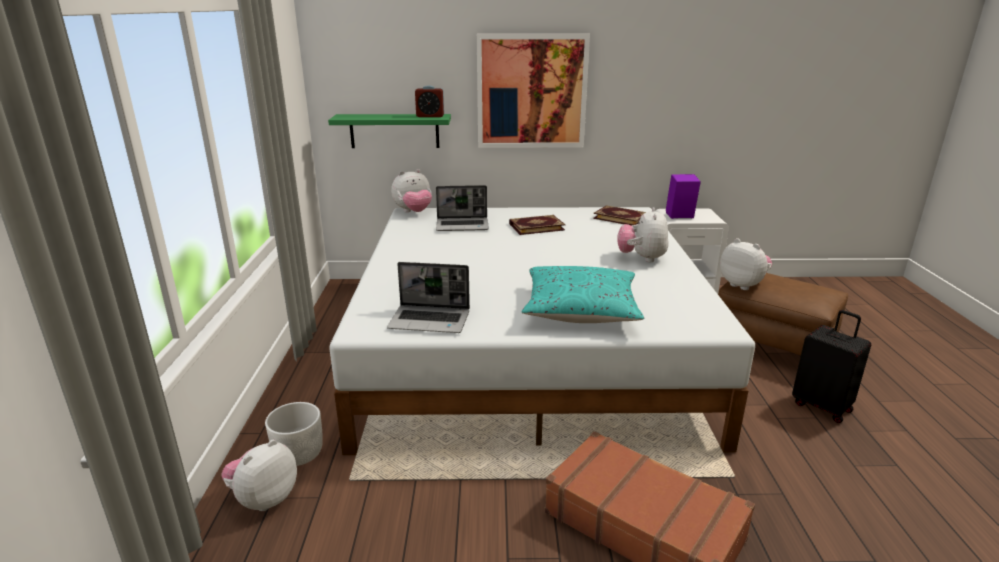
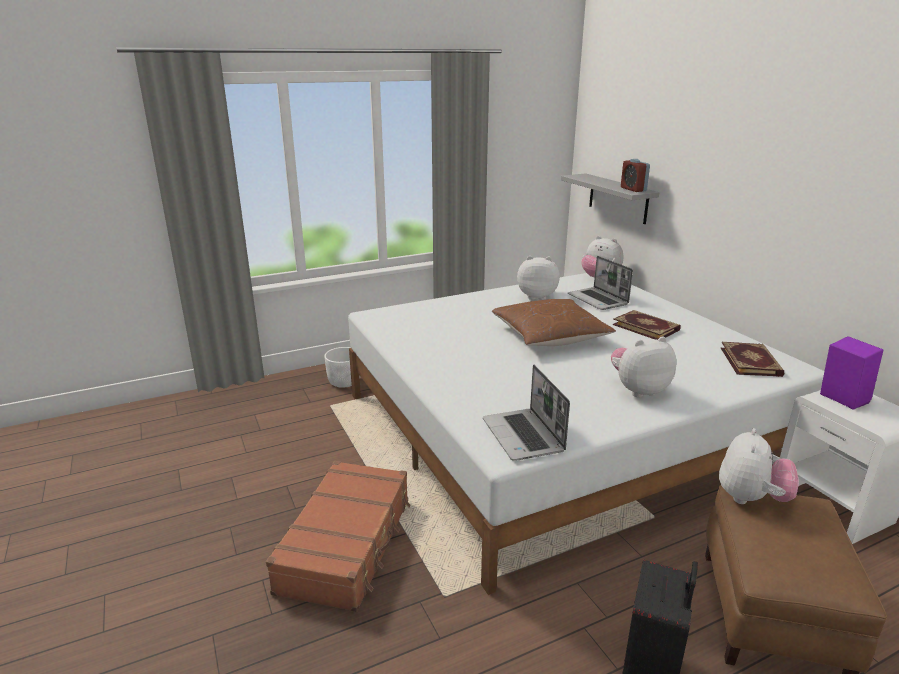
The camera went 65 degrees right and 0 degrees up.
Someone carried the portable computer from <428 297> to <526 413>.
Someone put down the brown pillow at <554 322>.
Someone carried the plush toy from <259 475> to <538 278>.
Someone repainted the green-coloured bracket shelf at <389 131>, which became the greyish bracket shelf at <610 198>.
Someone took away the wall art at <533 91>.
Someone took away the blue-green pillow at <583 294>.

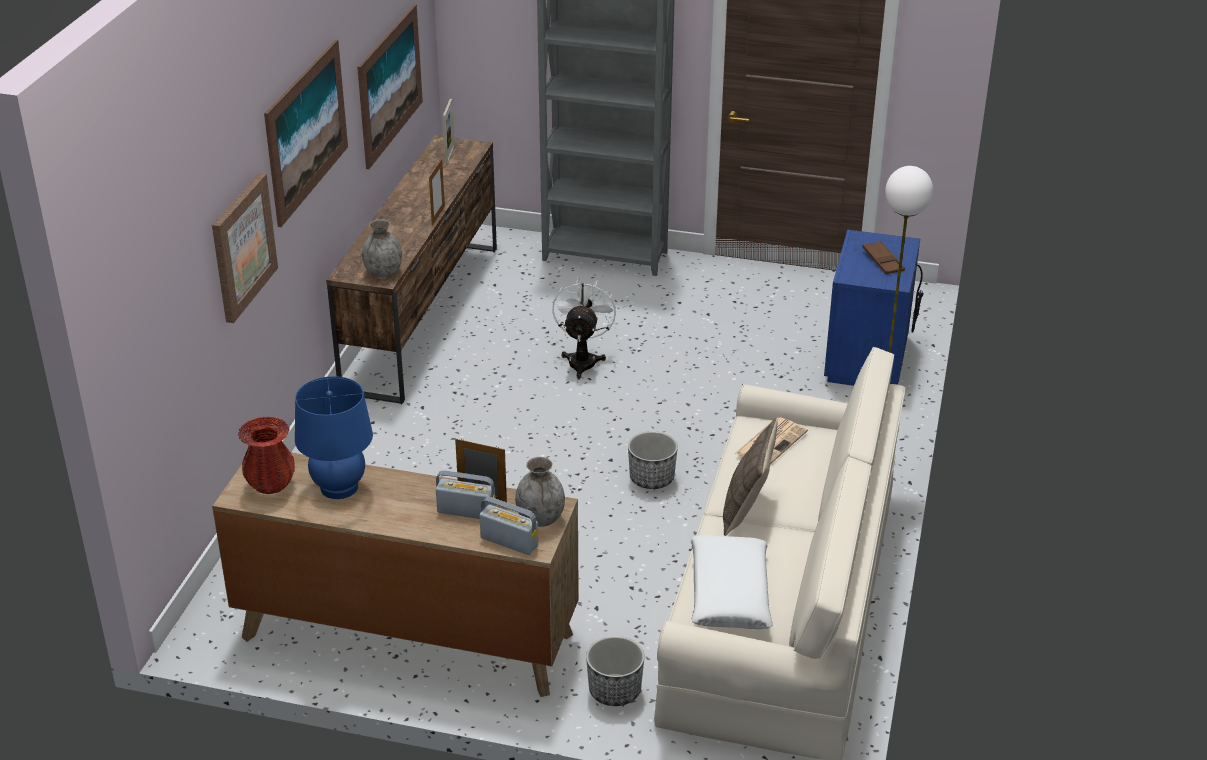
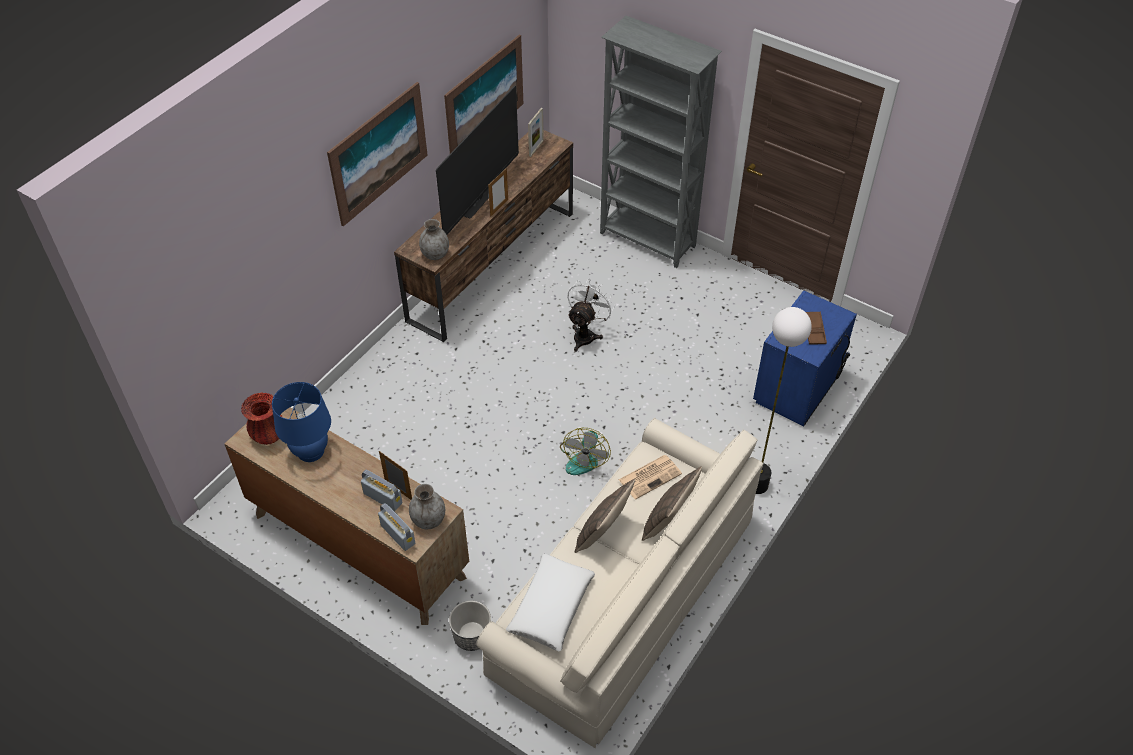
The camera went 20 degrees right and 15 degrees up.
Someone put down the TV at <477 160>.
Someone swapped the planter at <653 460> for the cooling fan at <585 451>.
Someone put down the pillow at <672 503>.
Someone took away the wall art at <245 248>.

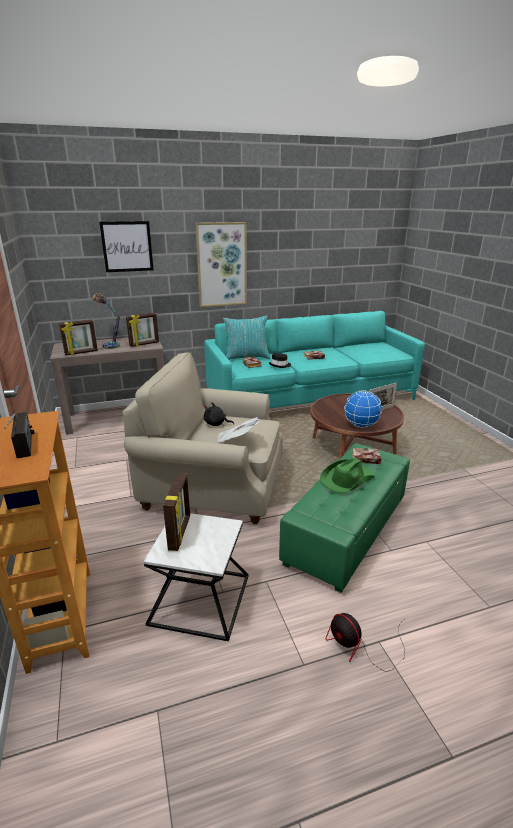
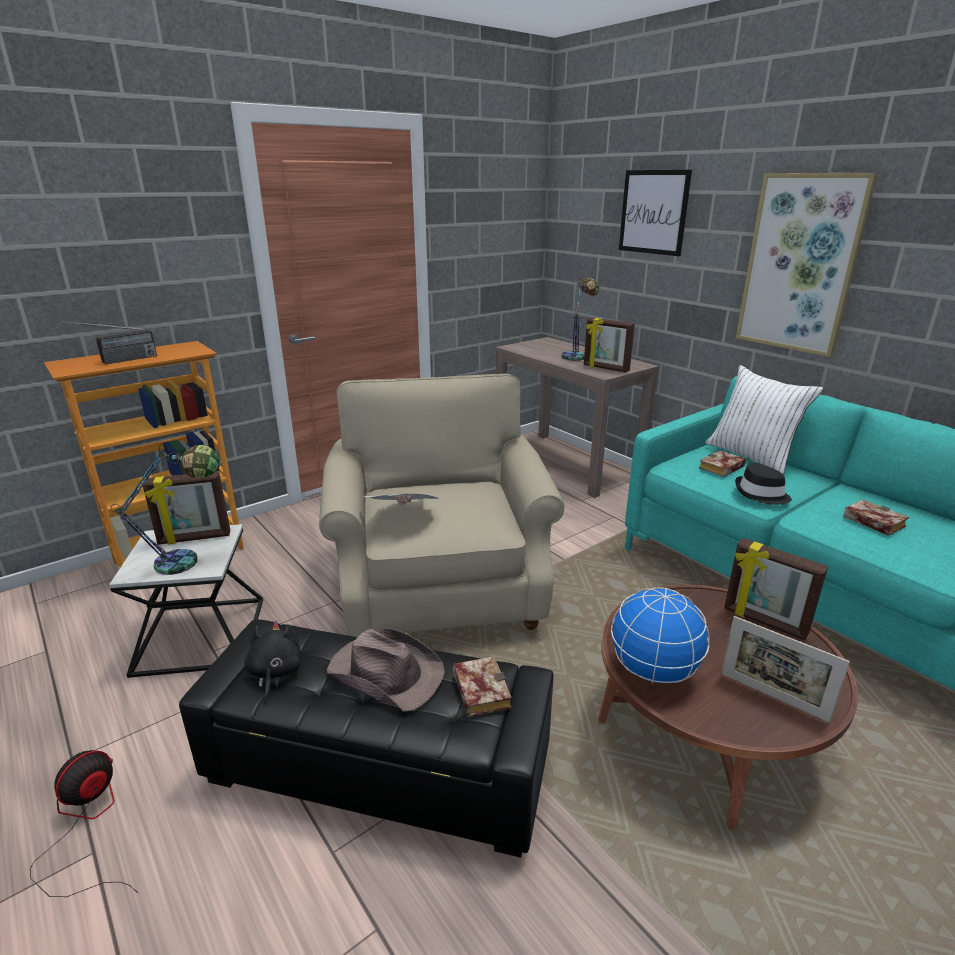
The camera went 70 degrees right and 0 degrees up.
Someone put down the lamp for a table at <165 510>.
Someone repainted the green-coloured footrest at <344 518>, which became the black-coloured footrest at <366 738>.
Someone carried the black-coloured plush toy from <219 414> to <272 660>.
Someone repainted the green-coloured hat at <347 475>, which became the brown hat at <385 670>.
Someone repainted the blue-green pillow at <246 337>, which became the white-coloured pillow at <764 420>.
Someone carried the picture frame from <78 337> to <776 589>.

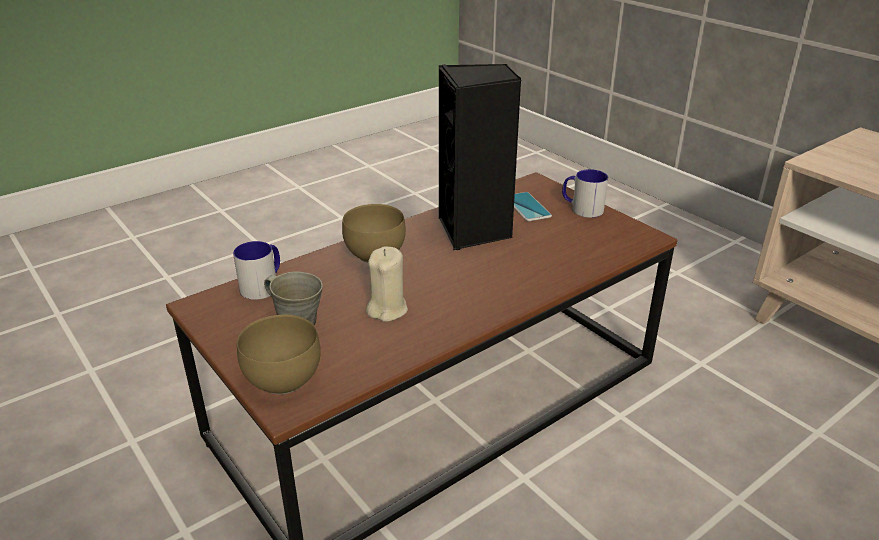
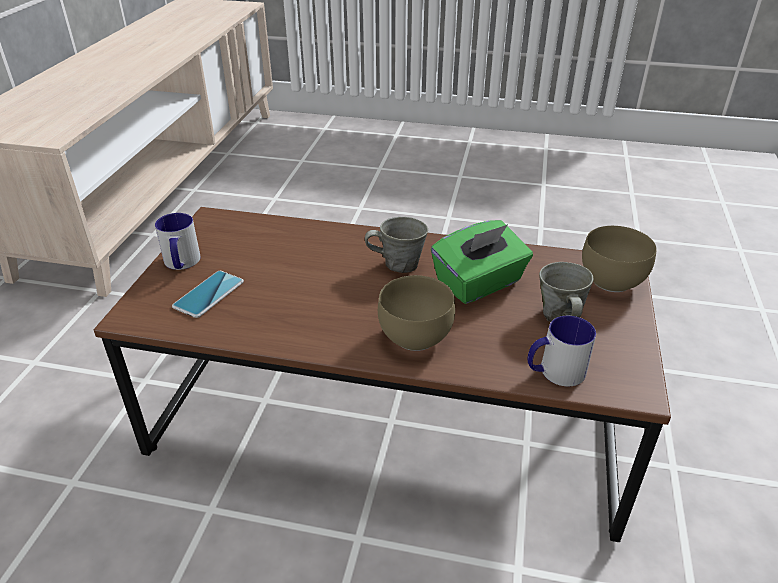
The camera went 130 degrees left and 5 degrees up.
Someone put down the greyish tea mug at <396 245>.
Someone swapped the beige wax light at <387 284> for the green-coloured tissue holder at <482 262>.
Someone took away the black-coloured audio speaker at <480 157>.

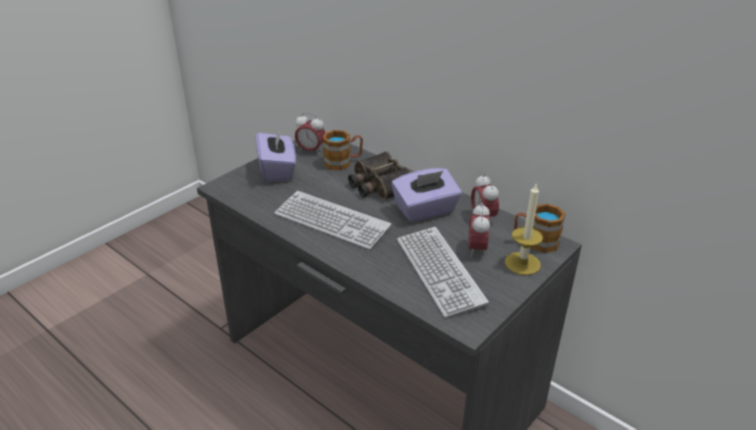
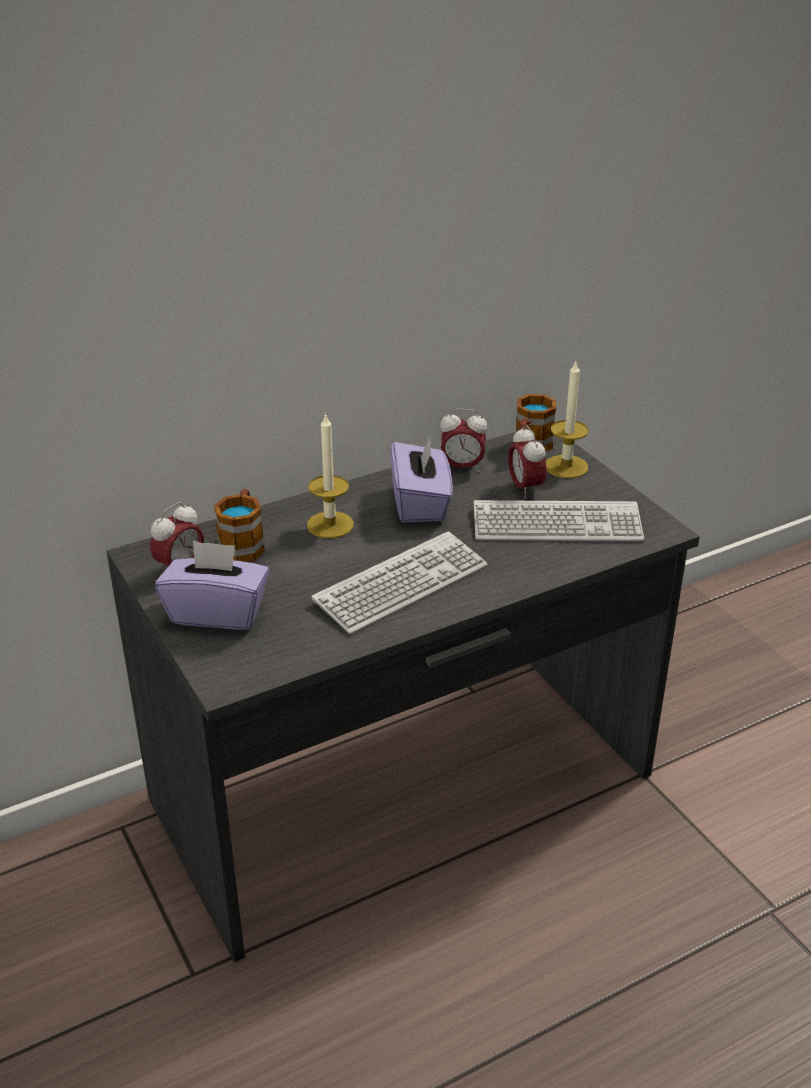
The camera went 70 degrees left and 0 degrees up.
Someone swapped the field glasses at <379 175> for the wax light at <330 475>.
Someone rotated the alarm clock at <479 230> by 45 degrees clockwise.

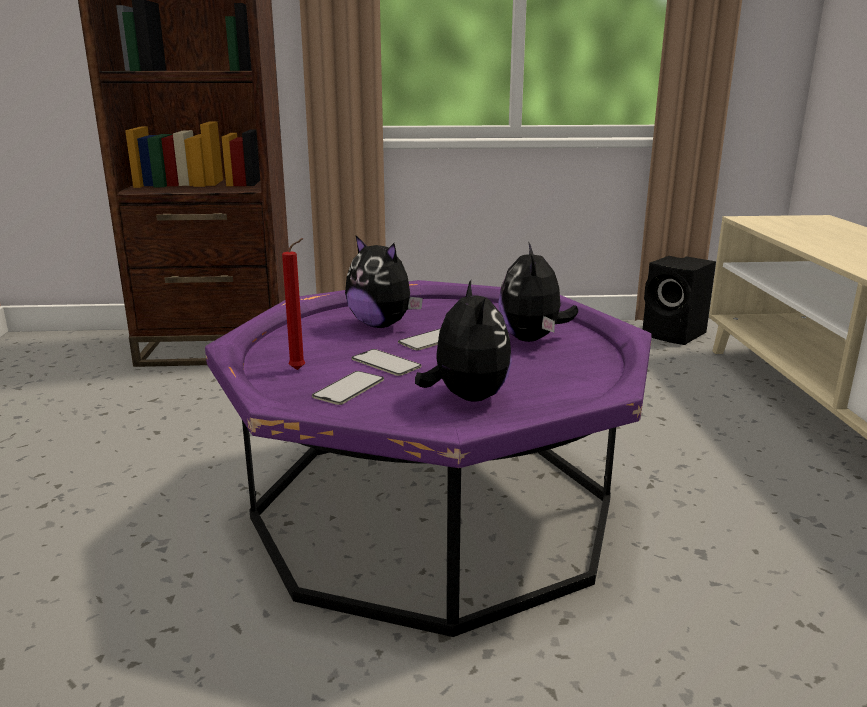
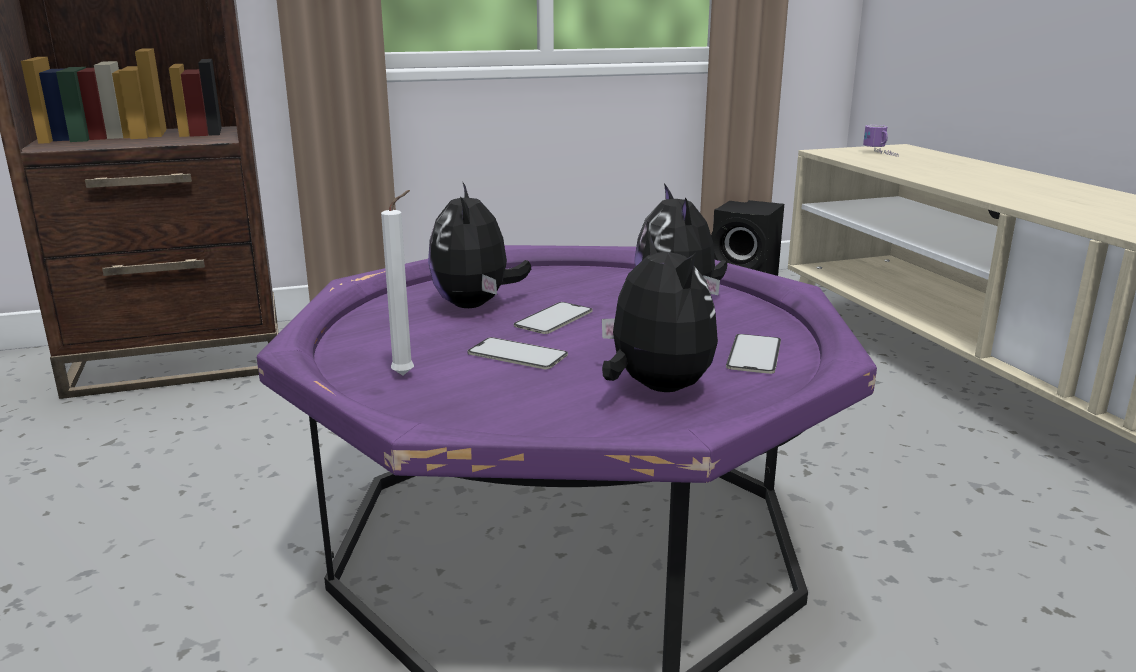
The camera went 15 degrees left and 0 degrees up.
Someone repainted the reddish wax light at <293 304>, which became the white-coloured wax light at <397 282>.
Someone rotated the plush toy at <384 282> by 60 degrees clockwise.
Someone carried the telephone from <348 388> to <753 354>.
Someone put down the tea mug at <881 141>.

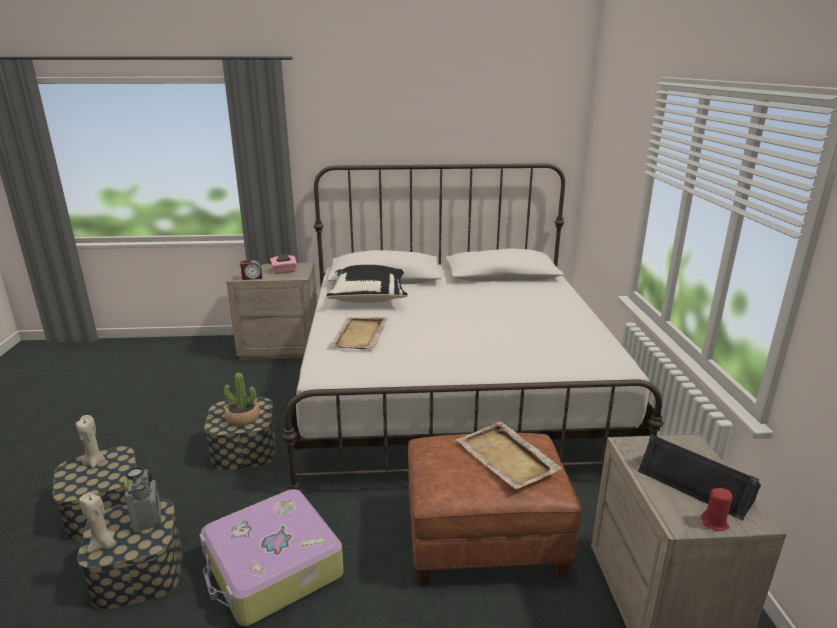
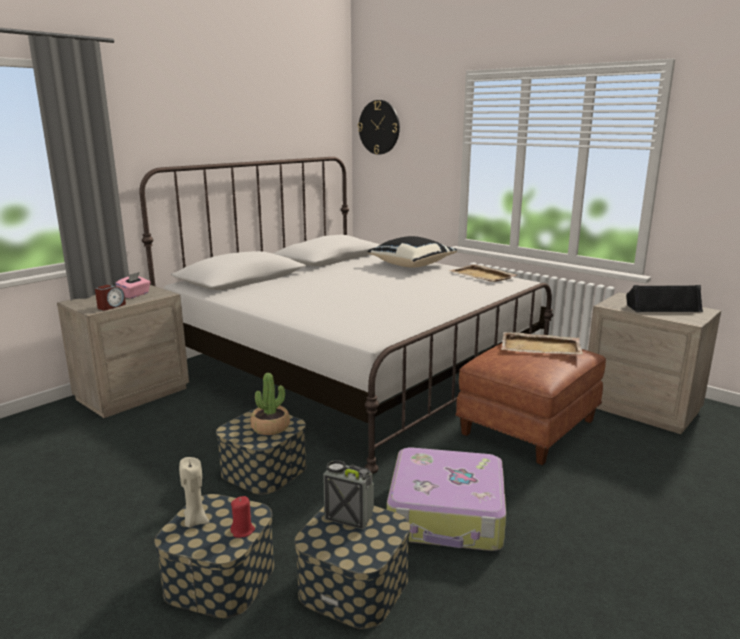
The camera went 45 degrees left and 5 degrees down.
Someone carried the reddish wax light from <716 509> to <243 517>.
Someone put up the hanging clock at <379 127>.
Someone carried the black-coloured pillow from <367 284> to <412 252>.
Someone carried the beige carrying tray from <358 333> to <483 273>.
Someone took away the beige wax light at <97 522>.

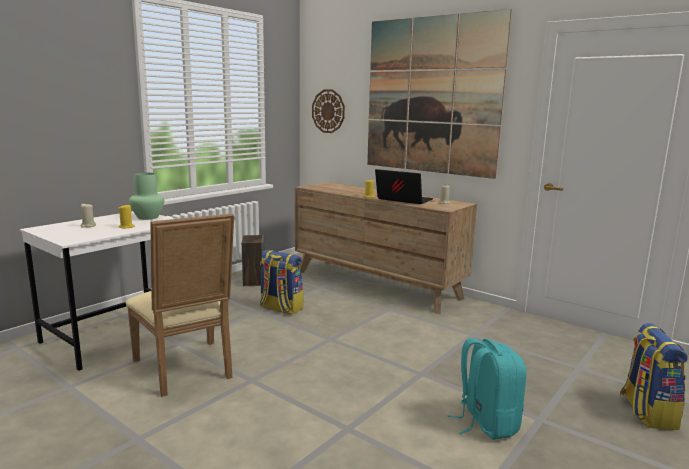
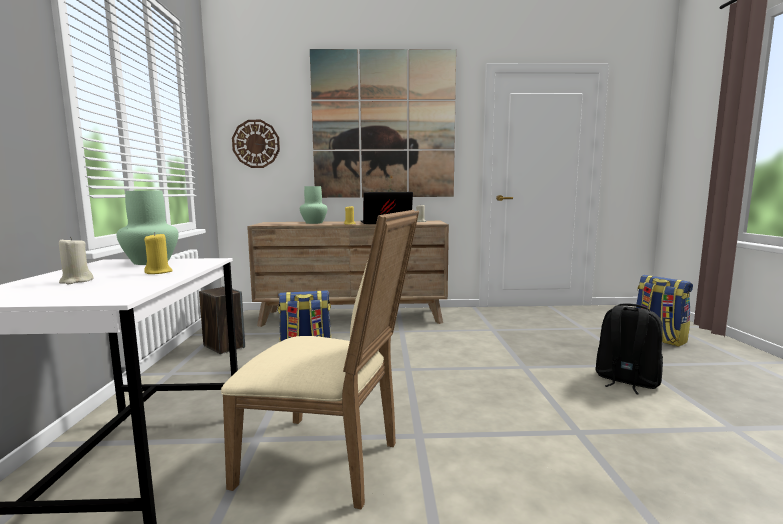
The camera went 40 degrees left and 5 degrees down.
Someone put down the green-coloured flower vase at <314 205>.
Someone repainted the blue-green knapsack at <487 389>, which became the black-coloured knapsack at <629 349>.

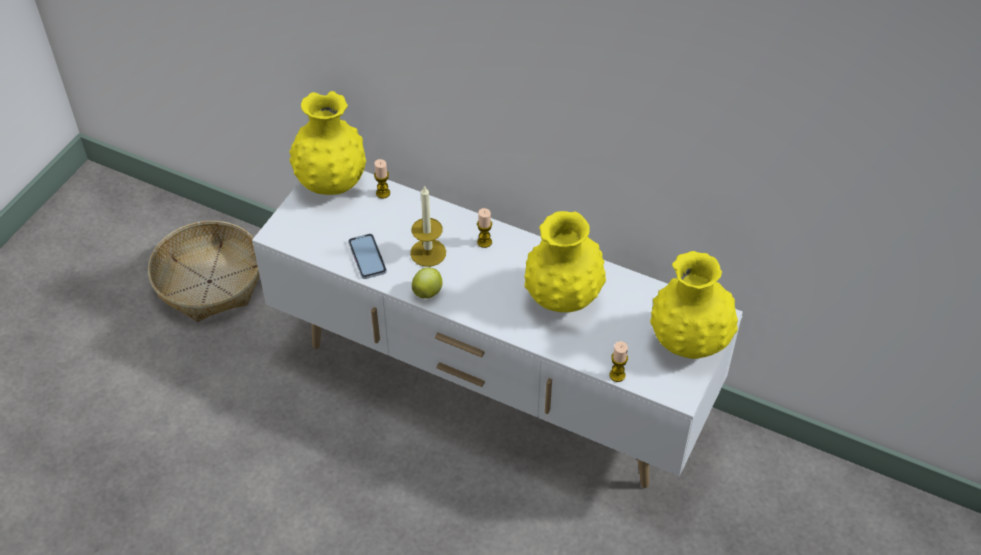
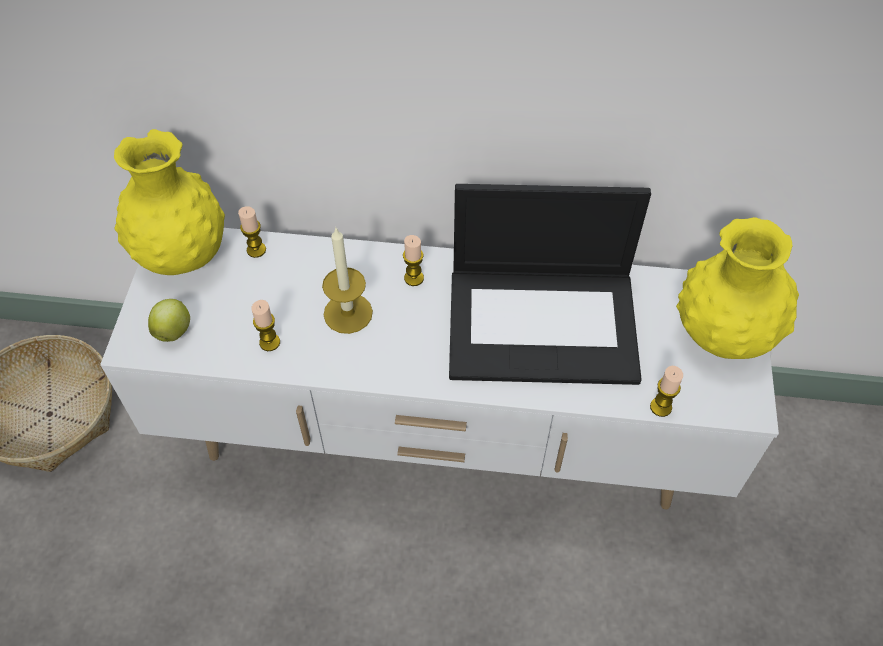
The camera went 20 degrees left and 5 degrees up.
Someone carried the apple from <427 283> to <169 320>.
Someone swapped the telephone at <367 256> for the wax light at <266 325>.
Someone swapped the yellow flower vase at <565 261> for the portable computer at <550 284>.

